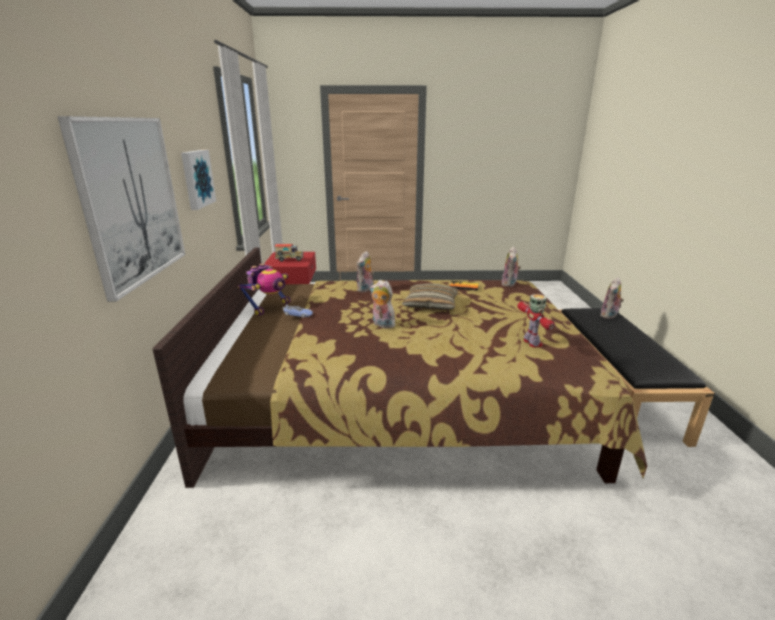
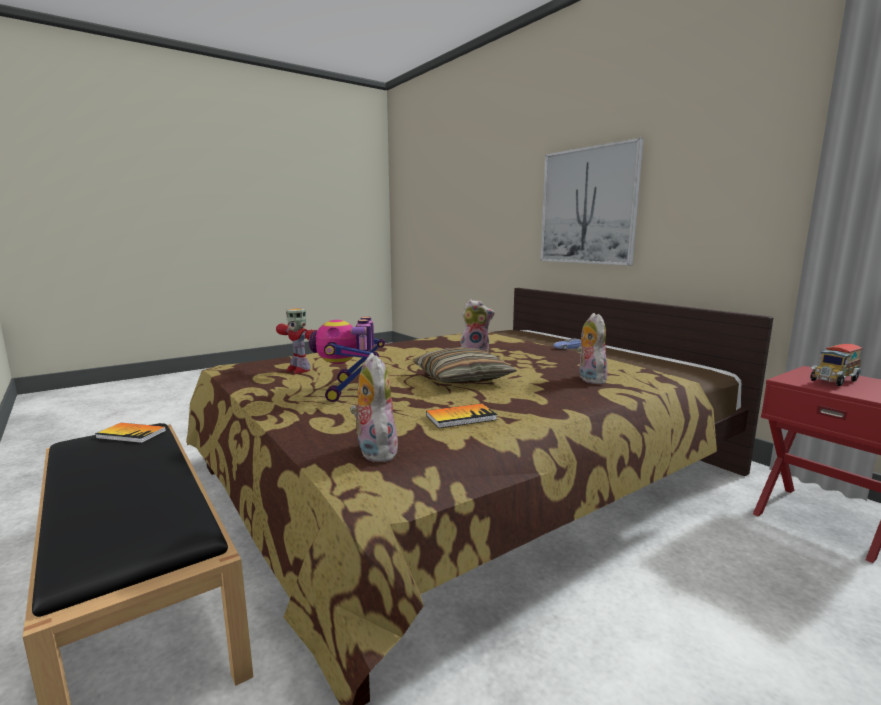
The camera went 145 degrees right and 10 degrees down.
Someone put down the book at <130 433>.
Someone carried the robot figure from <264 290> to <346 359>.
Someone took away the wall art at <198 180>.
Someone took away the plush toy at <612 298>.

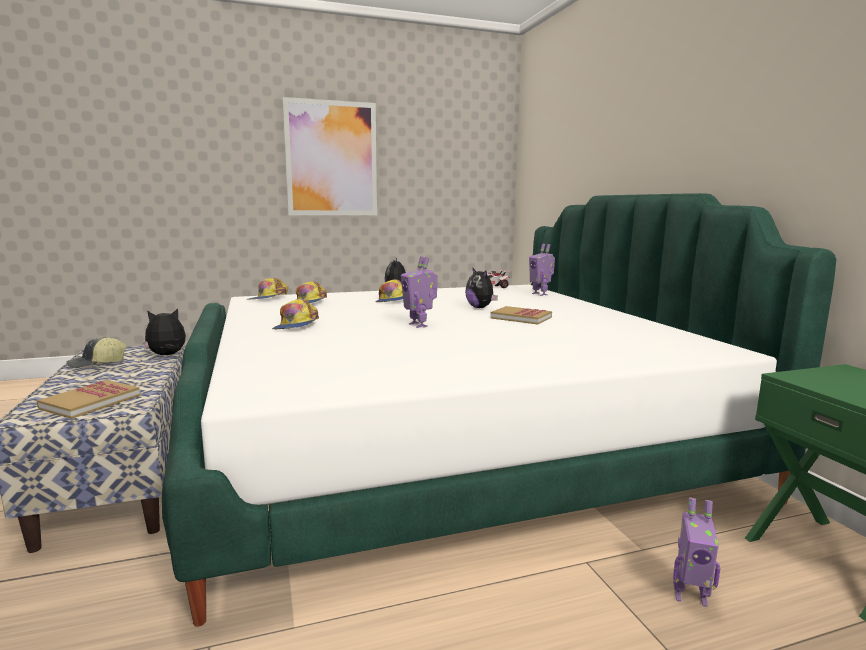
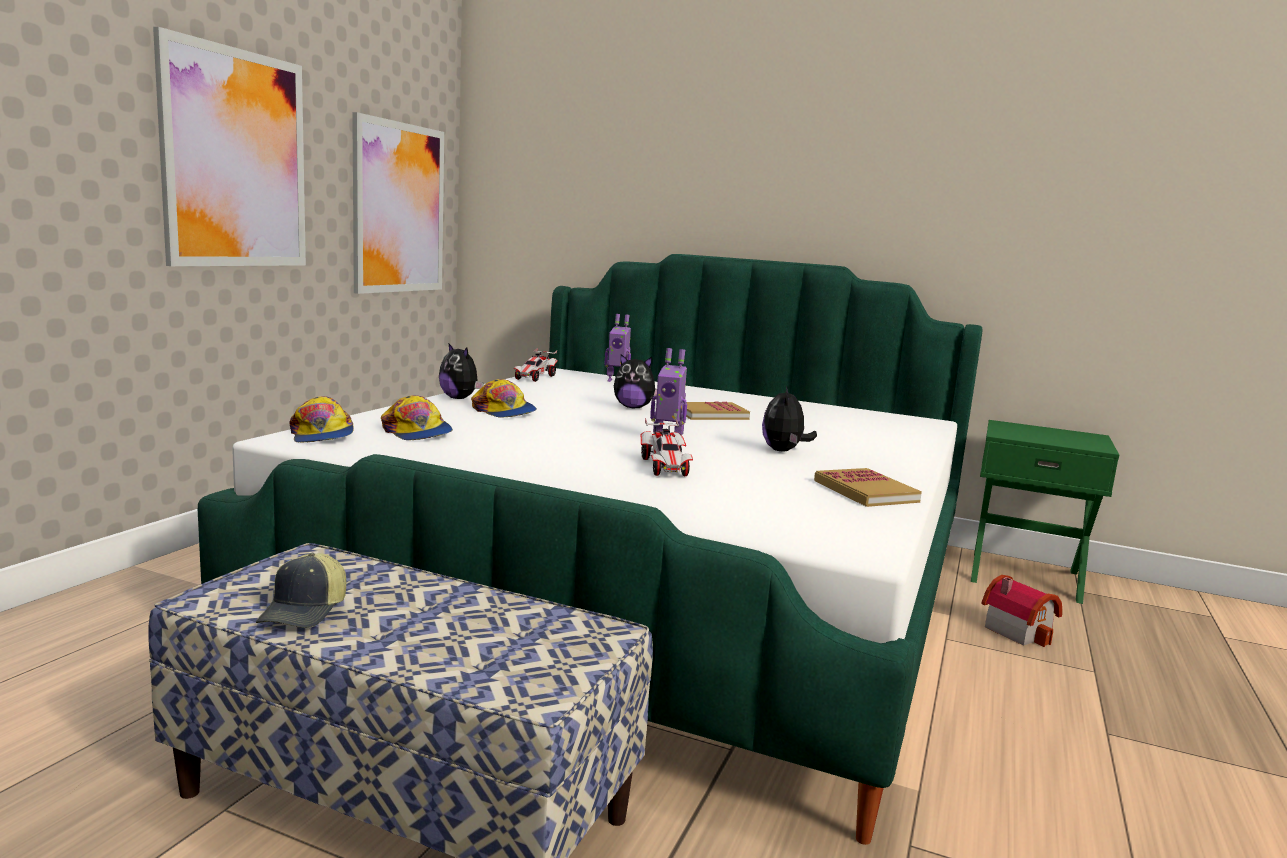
The camera went 50 degrees left and 0 degrees up.
Someone put up the wall art at <398 203>.
Someone put down the miniature car at <666 447>.
Someone carried the plush toy from <164 331> to <789 419>.
Someone carried the book from <88 399> to <868 487>.
Someone swapped the robot figure at <696 552> for the toy house at <1021 611>.
Someone took away the baseball cap at <295 314>.

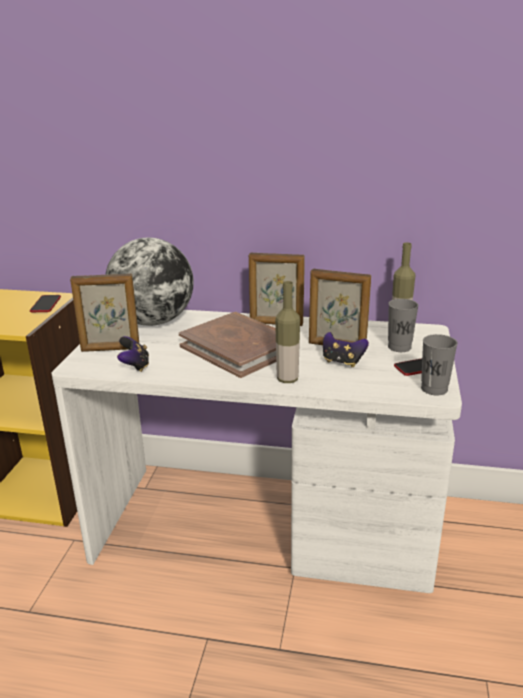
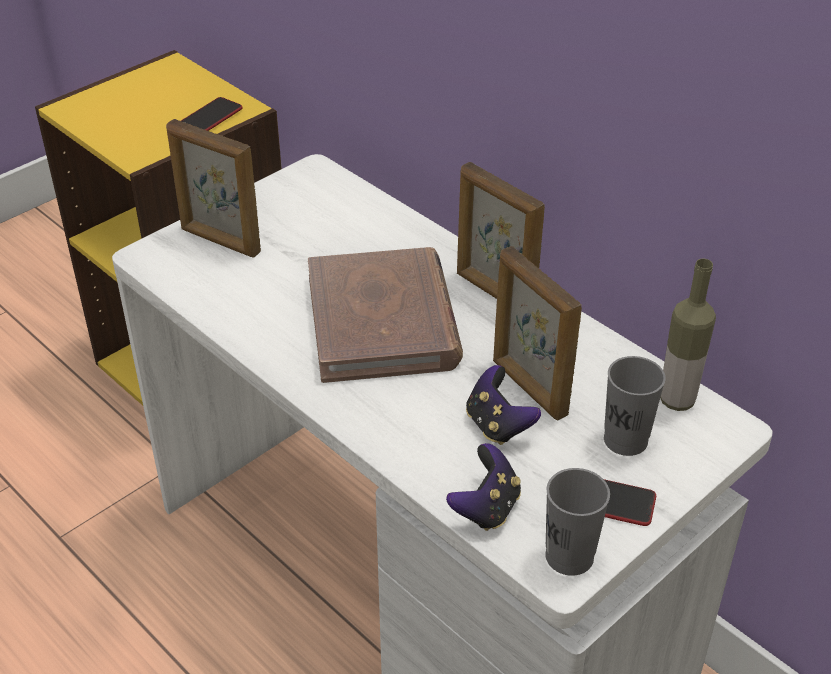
The camera went 35 degrees right and 15 degrees up.
Someone carried the game controller from <133 354> to <483 487>.
Someone took away the desk globe at <149 282>.
Someone took away the bottle at <287 332>.

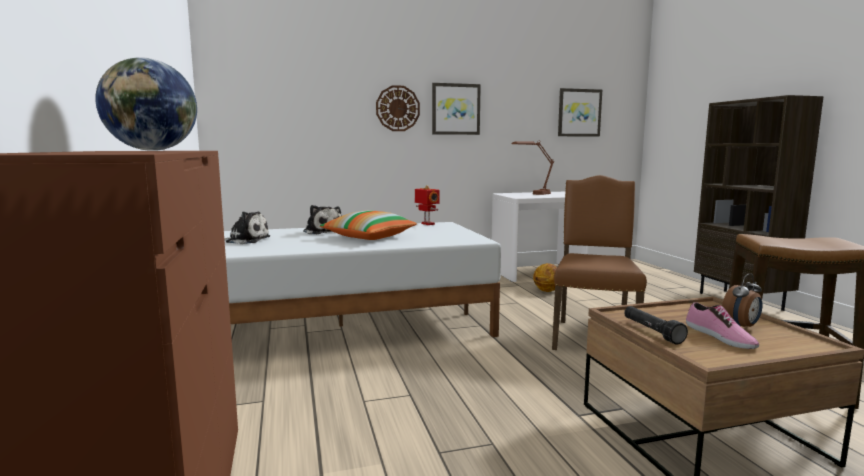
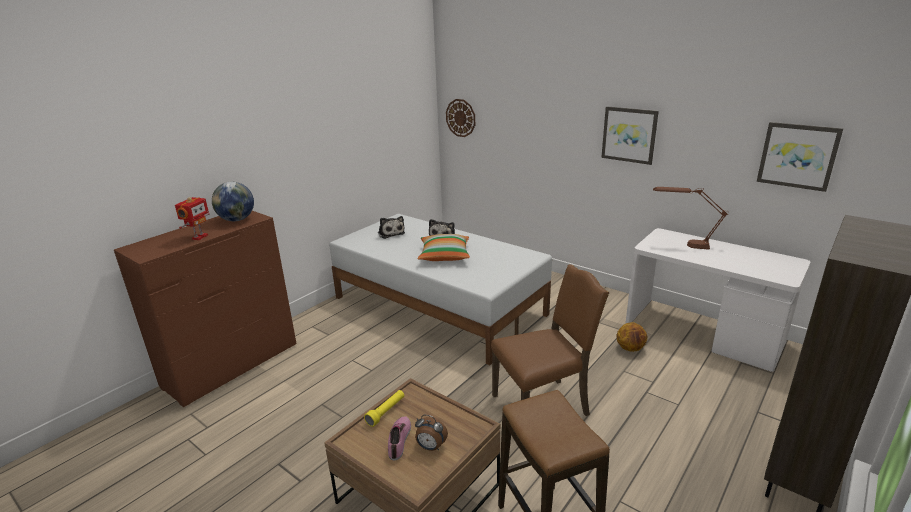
The camera went 55 degrees right and 15 degrees up.
Someone carried the robot figure from <427 205> to <192 218>.
Someone repainted the black-coloured flashlight at <656 325>, which became the yellow flashlight at <384 408>.
Someone rotated the shoe at <722 325> by 150 degrees clockwise.
Someone carried the hanging clock from <398 108> to <460 118>.

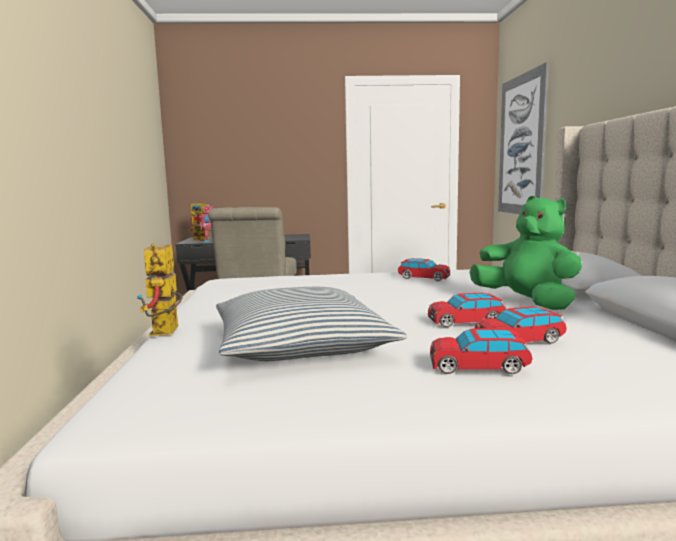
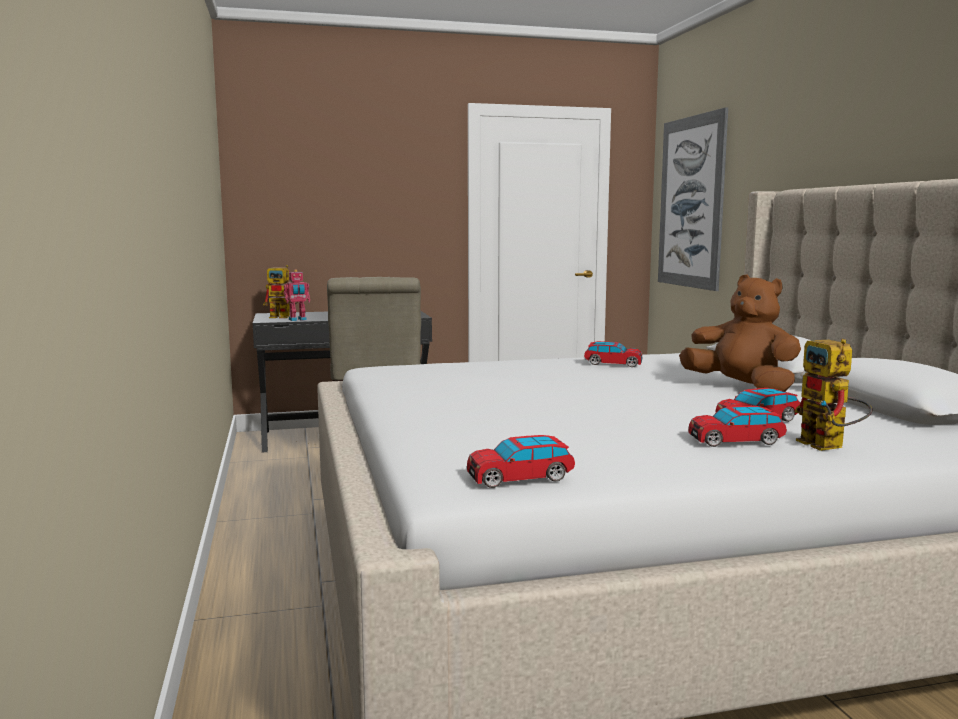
The camera went 10 degrees left and 0 degrees up.
Someone carried the miniature car from <467 310> to <521 461>.
Someone repainted the green-coloured plush toy at <525 252>, which became the brown plush toy at <740 333>.
Someone carried the robot figure from <159 289> to <834 395>.
Someone took away the pillow at <311 324>.

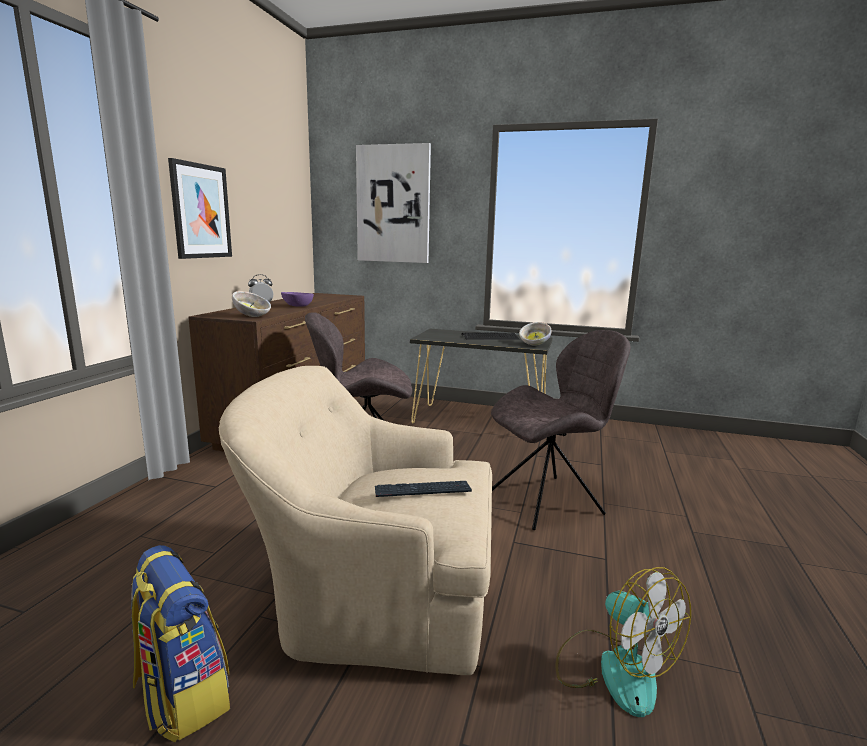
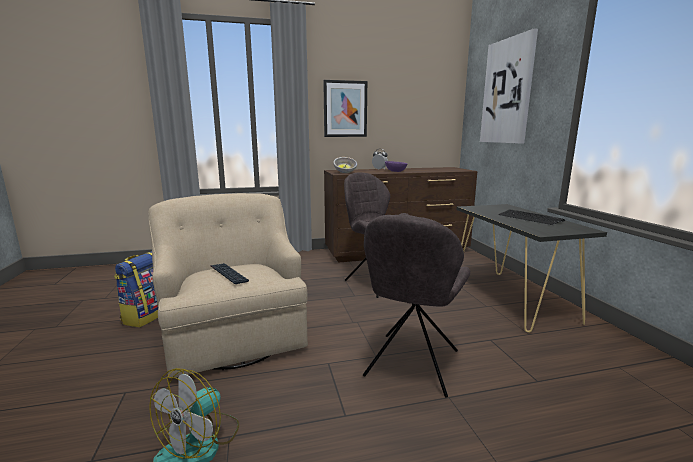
The camera went 60 degrees right and 0 degrees up.
Someone rotated the greyish upright chair at <561 430> by 75 degrees clockwise.
Someone took away the deep dish at <535 334>.

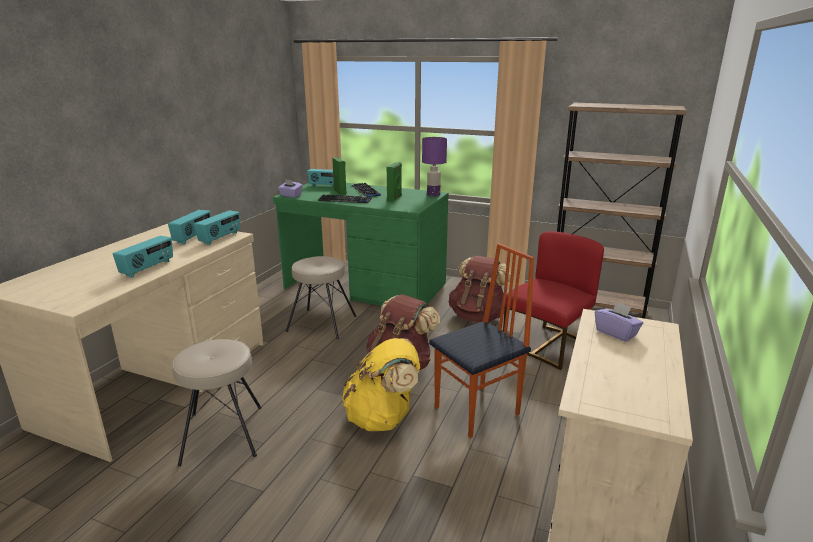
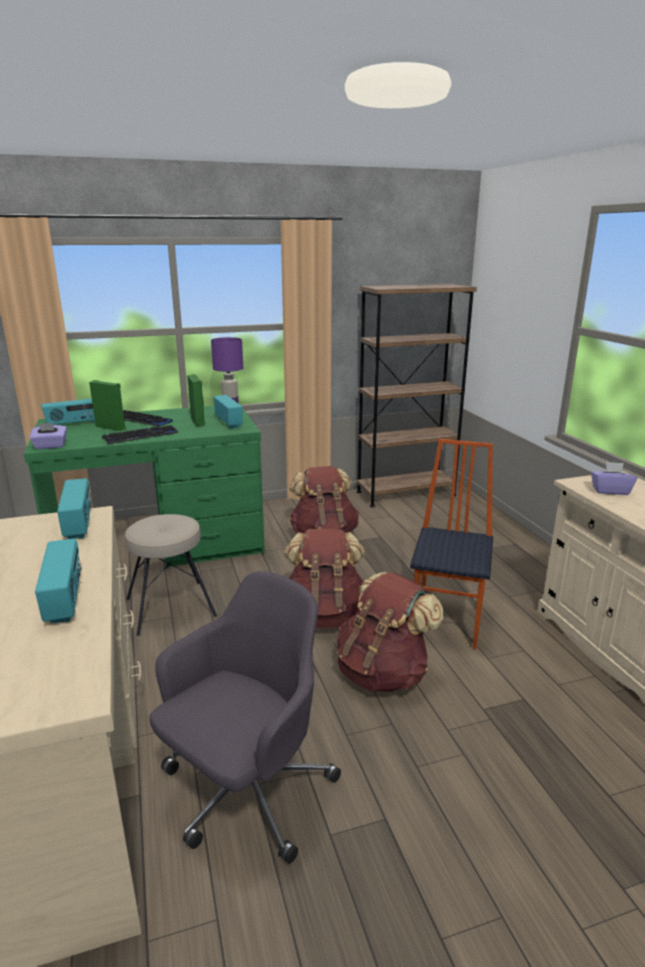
The camera went 40 degrees left and 0 degrees up.
Someone swapped the beige sitting stool at <217 402> for the greyish computer chair at <245 717>.
Someone carried the radio receiver from <189 227> to <228 411>.
Someone repainted the yellow knapsack at <381 384>, which became the brown knapsack at <390 632>.
Someone took away the reddish upright chair at <553 300>.

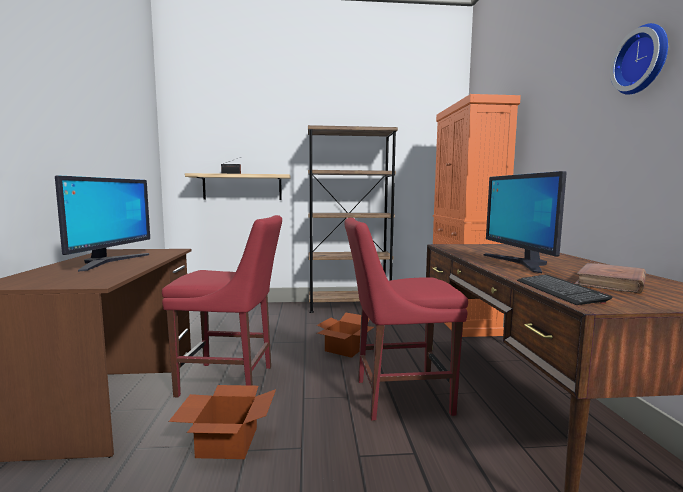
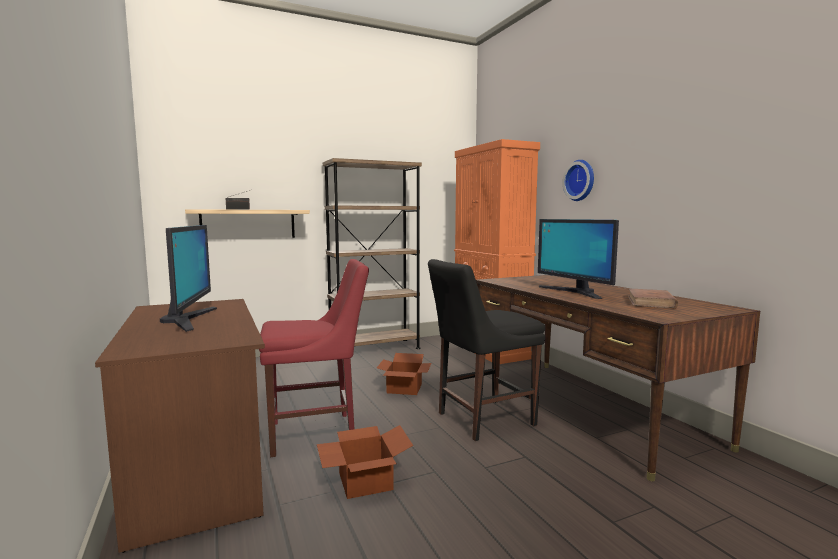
The camera went 20 degrees left and 0 degrees up.
Someone repainted the reddish upright chair at <406 319>, which became the black-coloured upright chair at <486 350>.
Someone carried the hanging clock from <639 59> to <578 180>.
Someone took away the keyboard at <564 289>.

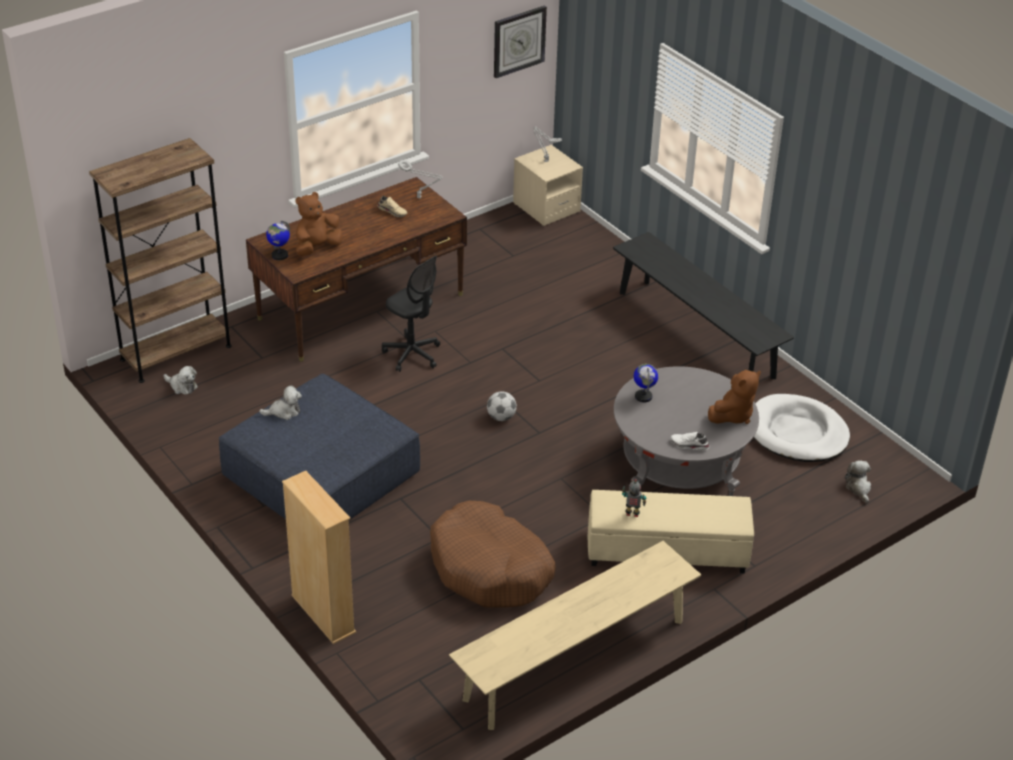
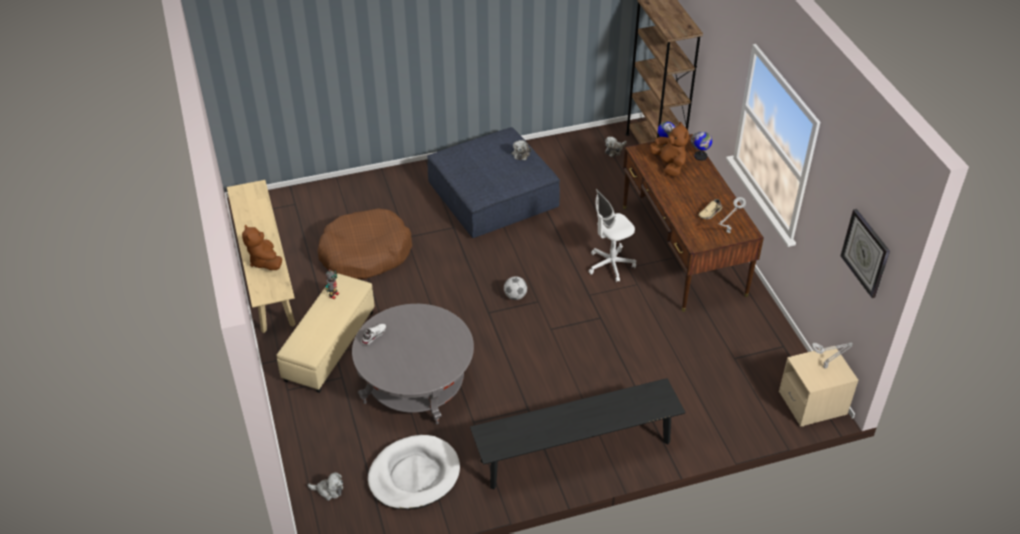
The camera went 110 degrees right and 5 degrees up.
Someone carried the brown plush toy from <734 397> to <262 247>.
Someone repainted the black-coloured computer chair at <411 314>, which became the white-coloured computer chair at <612 235>.
Someone carried the desk globe from <646 383> to <701 146>.
Someone took away the beige shelving unit at <319 557>.

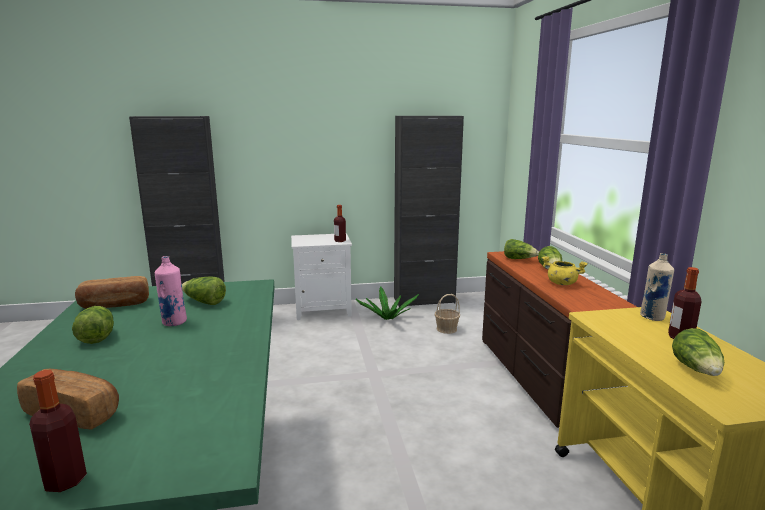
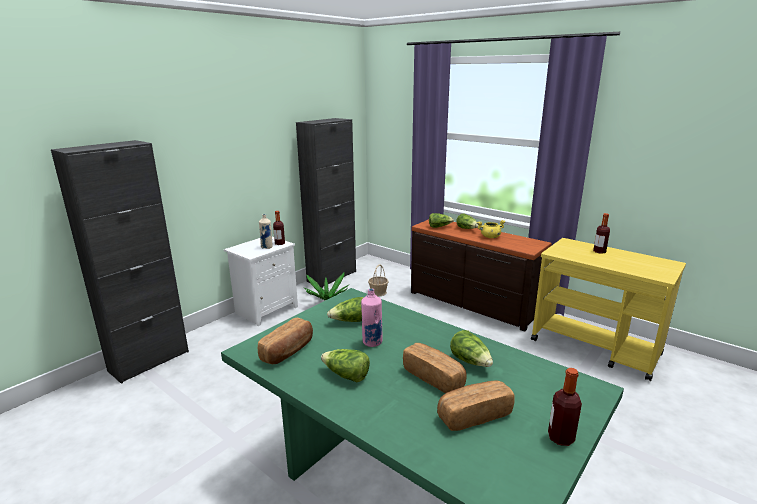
The camera went 40 degrees left and 5 degrees up.
Someone carried the beige bottle from <657 287> to <266 231>.
Someone put down the bakery bread at <435 368>.
Someone carried the lettuce head from <698 352> to <471 348>.

